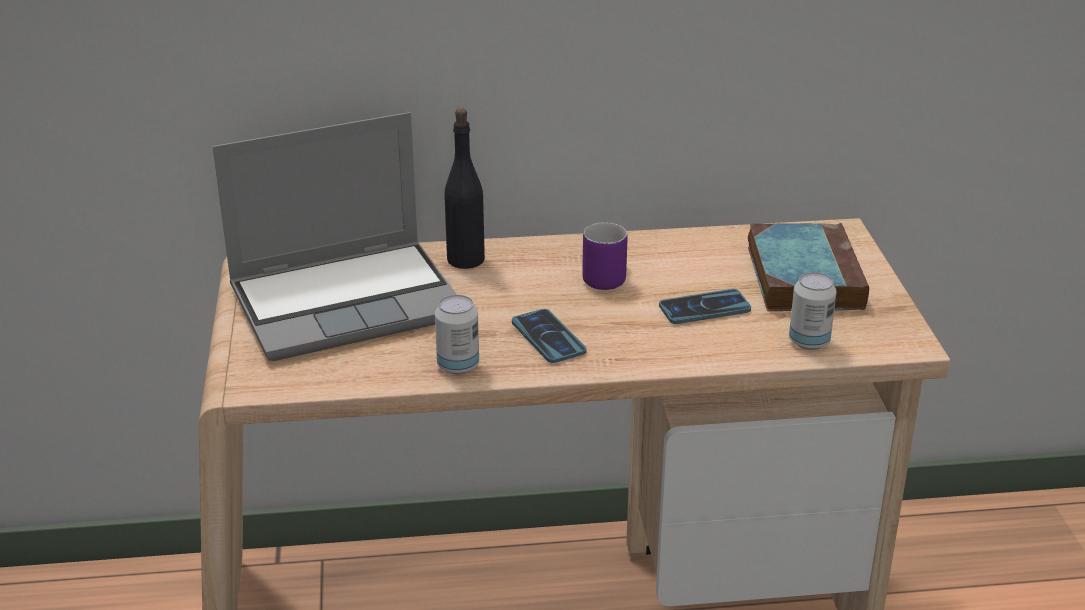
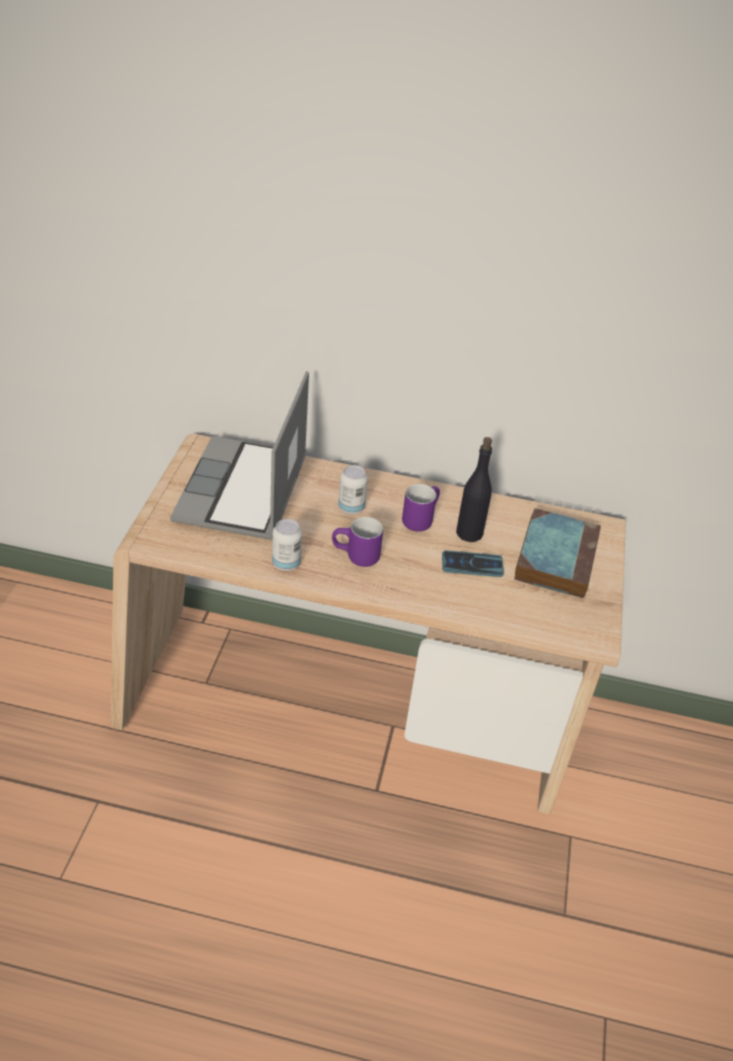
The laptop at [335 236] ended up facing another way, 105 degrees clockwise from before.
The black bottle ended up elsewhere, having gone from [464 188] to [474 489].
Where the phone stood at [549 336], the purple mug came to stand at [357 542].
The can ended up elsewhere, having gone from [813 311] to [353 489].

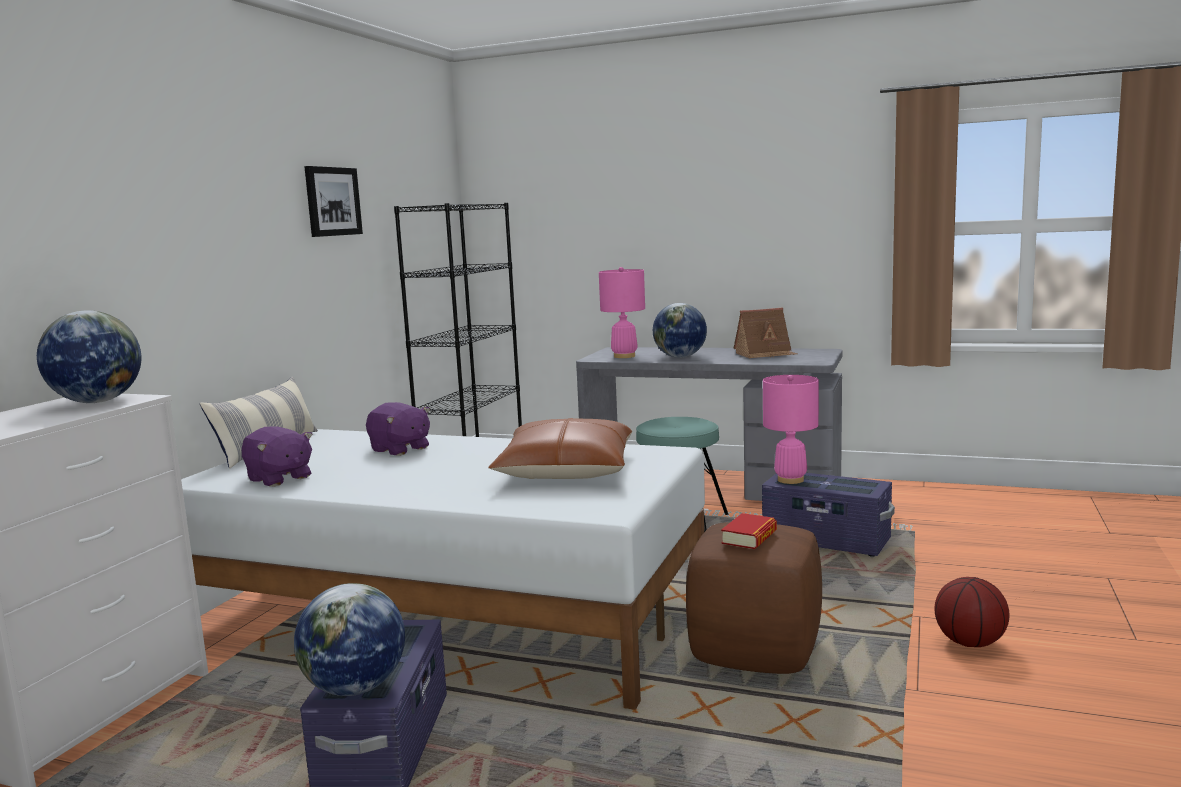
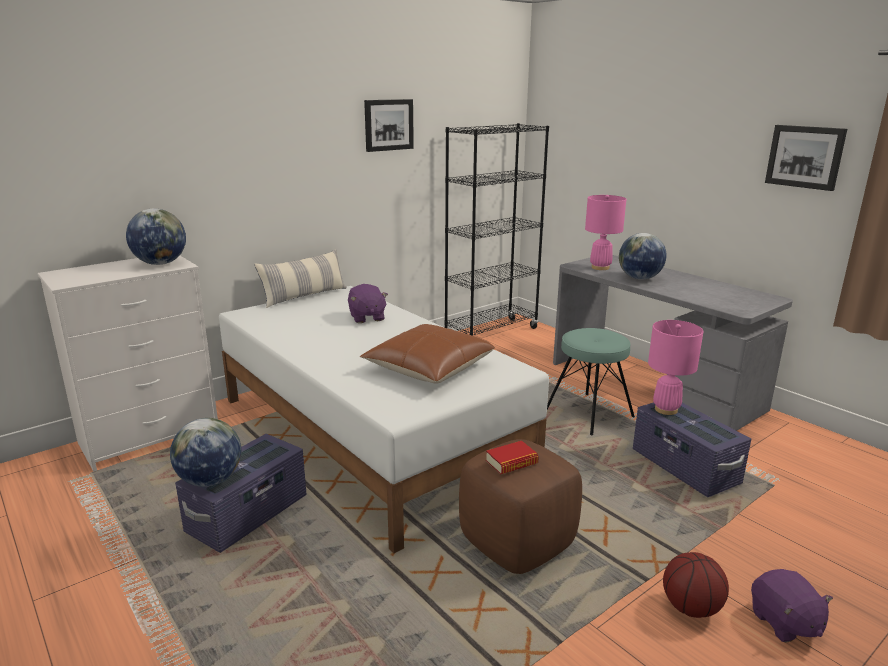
The purple plush toy ended up elsewhere, having gone from [277 456] to [792 606].
The second view lost the toy house at [766 333].
The second view gained the picture at [806 158].

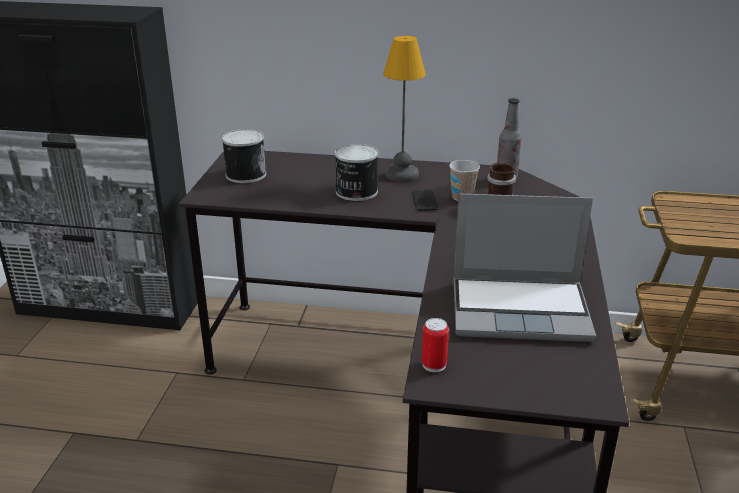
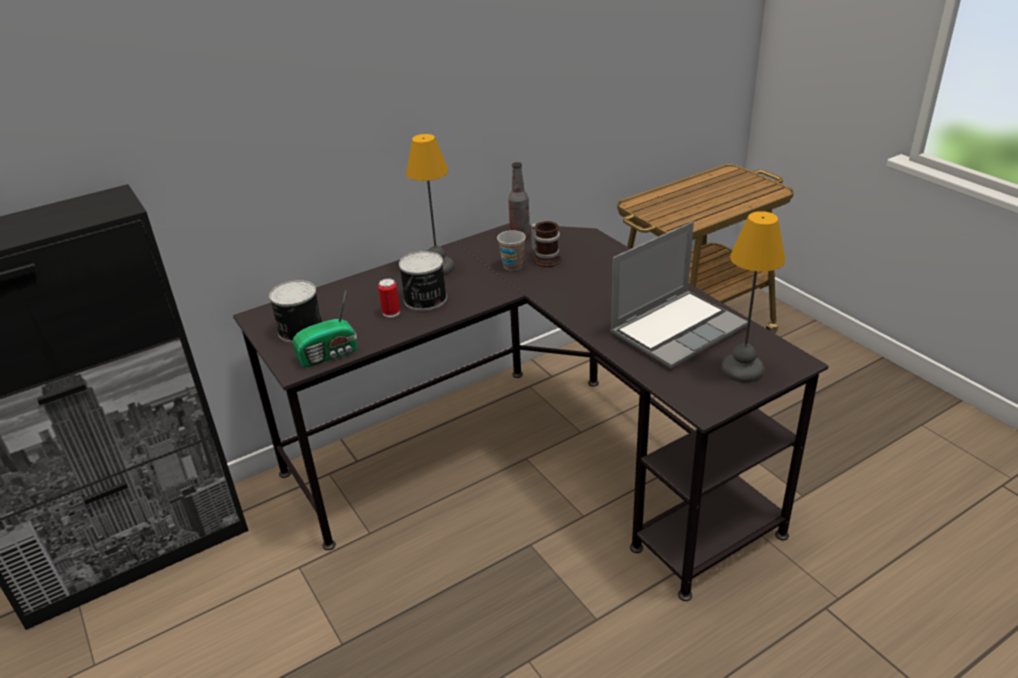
The second view lost the phone at [425 200].
The can ended up elsewhere, having gone from [435 345] to [389 297].
The second view gained the radio at [325 329].
The second view gained the table lamp at [753 297].

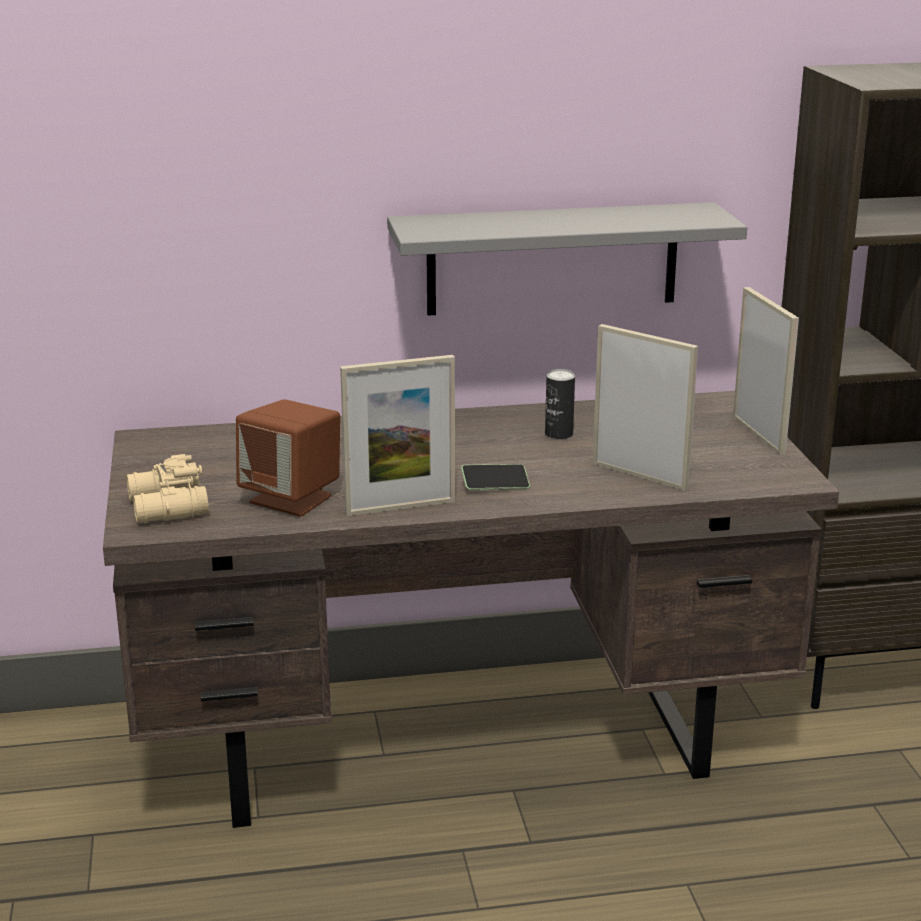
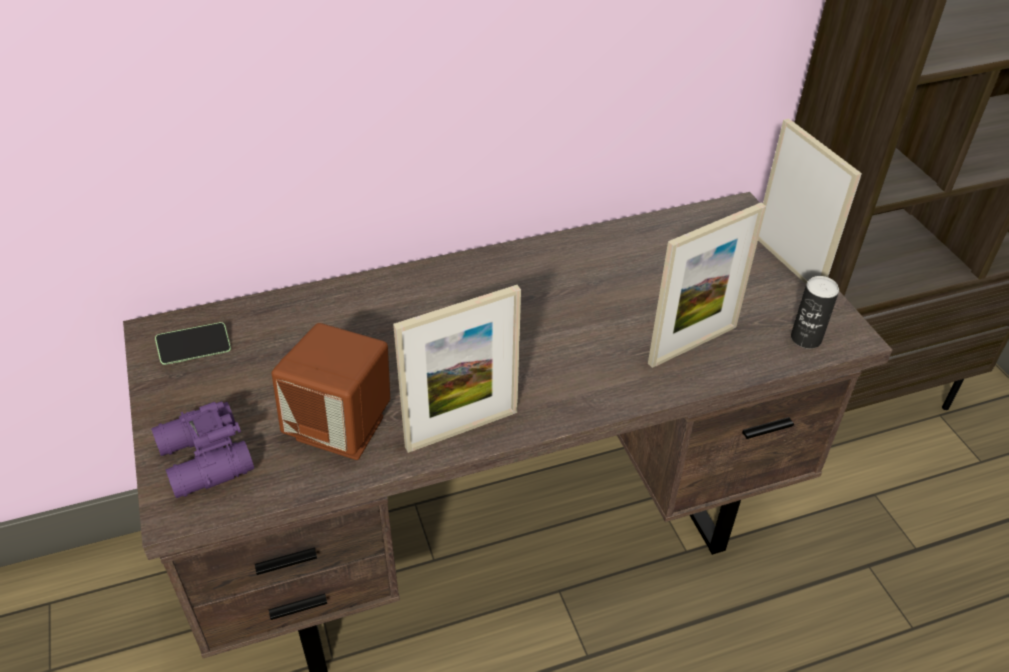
What was the beige binoculars at [167 488] turned into the purple binoculars at [202 449].
The second view lost the grey shelf at [567 259].
The phone ended up elsewhere, having gone from [495 477] to [193 343].
The can ended up elsewhere, having gone from [560 404] to [815 312].
The picture frame at [645 407] ended up facing another way, 120 degrees clockwise from before.

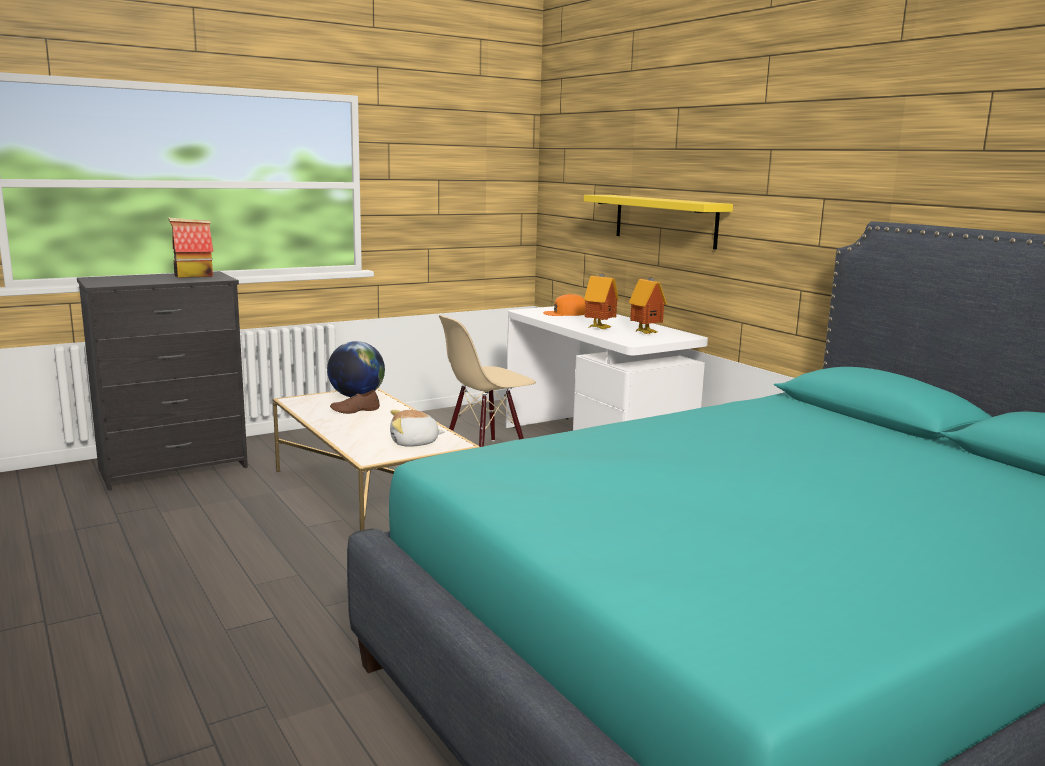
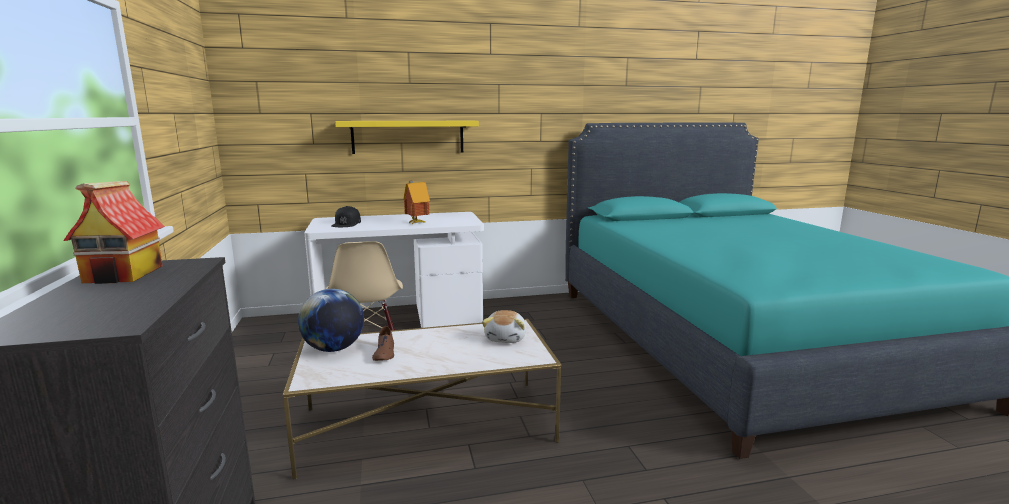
What was the orange cap at [564 305] turned into the black cap at [346 216].
The second view lost the toy house at [648 305].

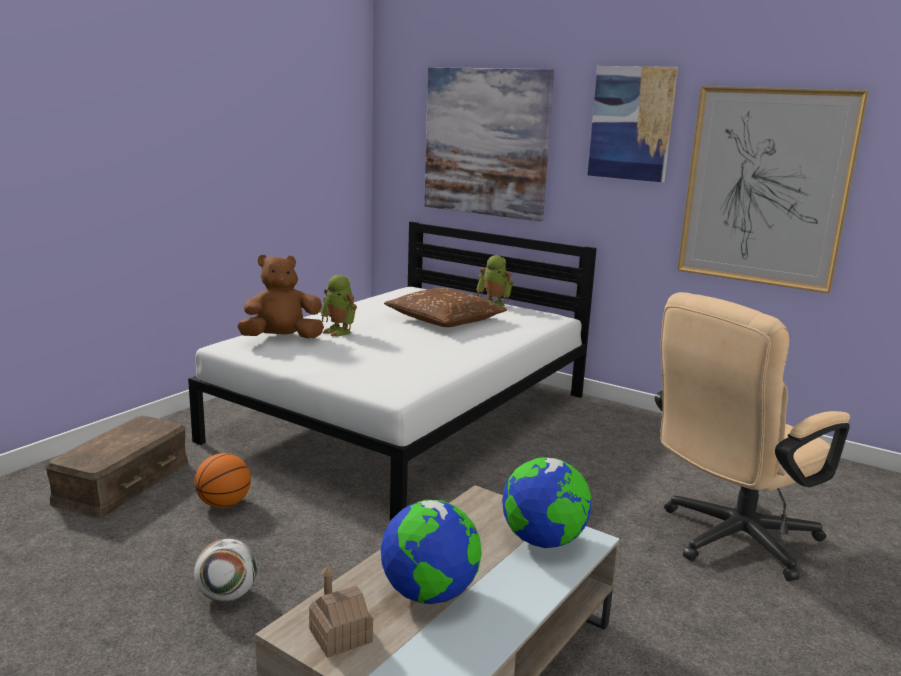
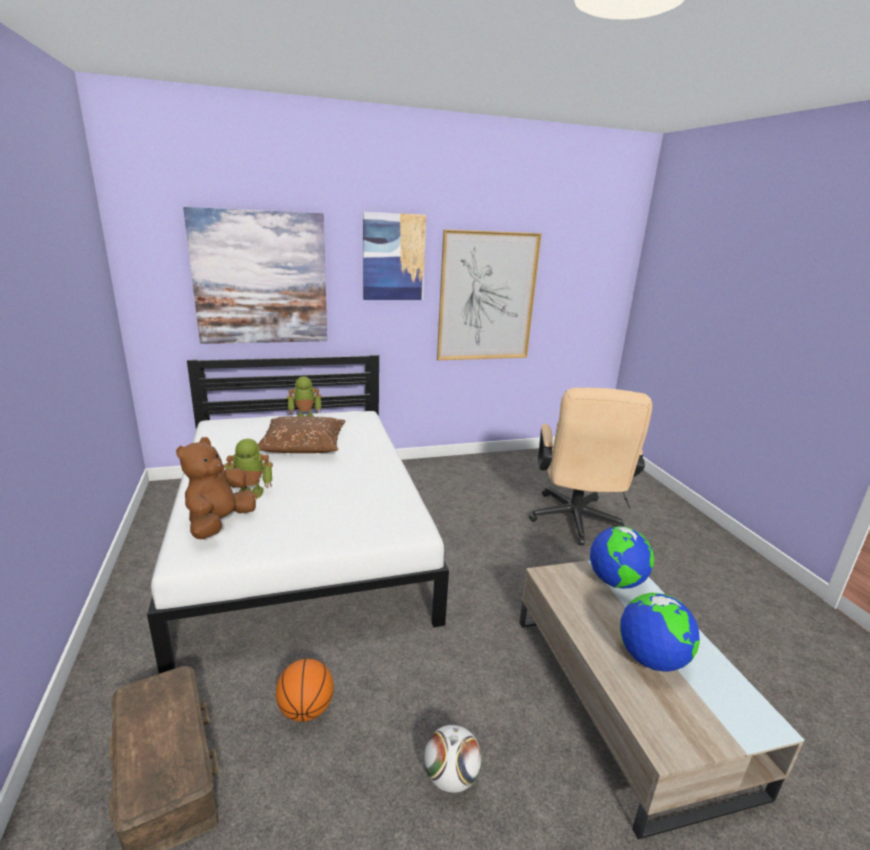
The second view lost the toy house at [341 612].

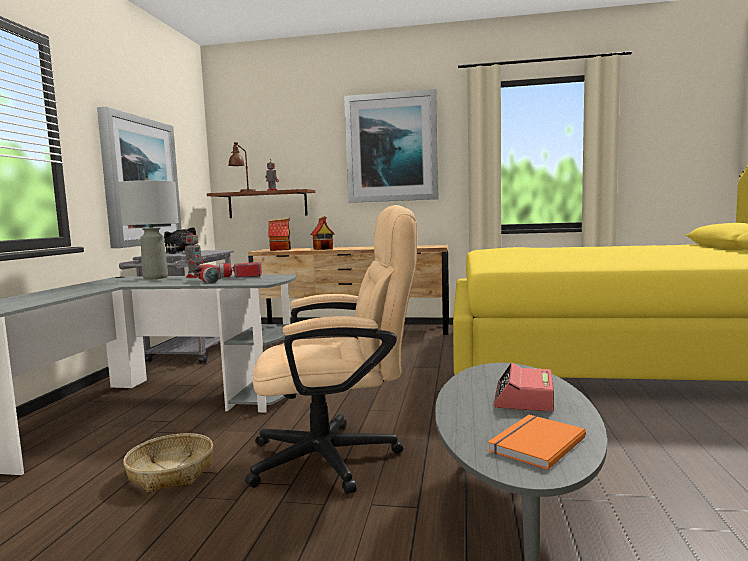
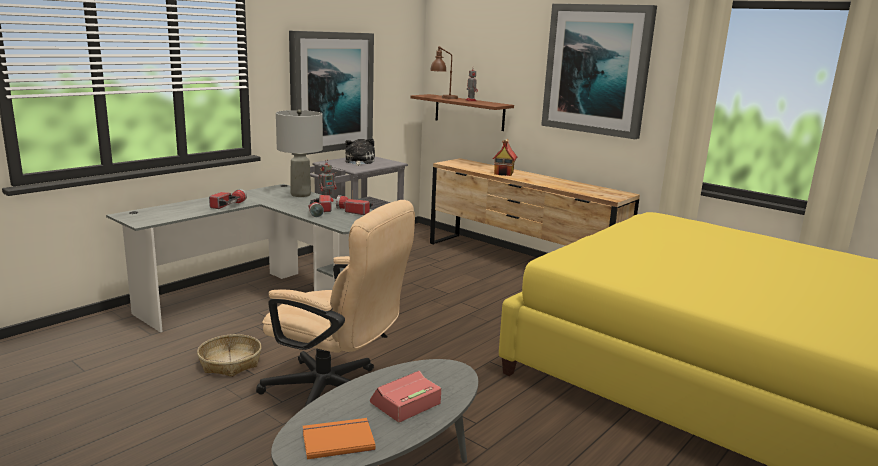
The second view lost the toy house at [279 234].
The second view gained the flashlight at [228 199].

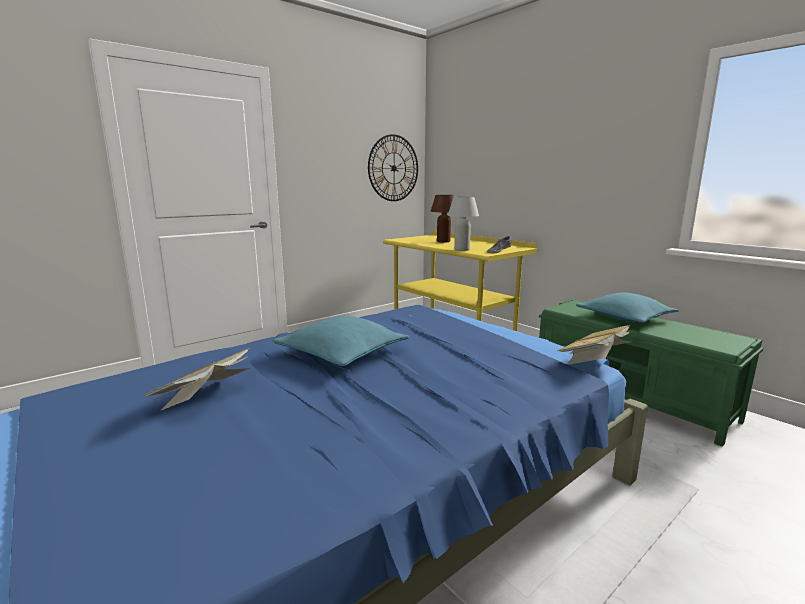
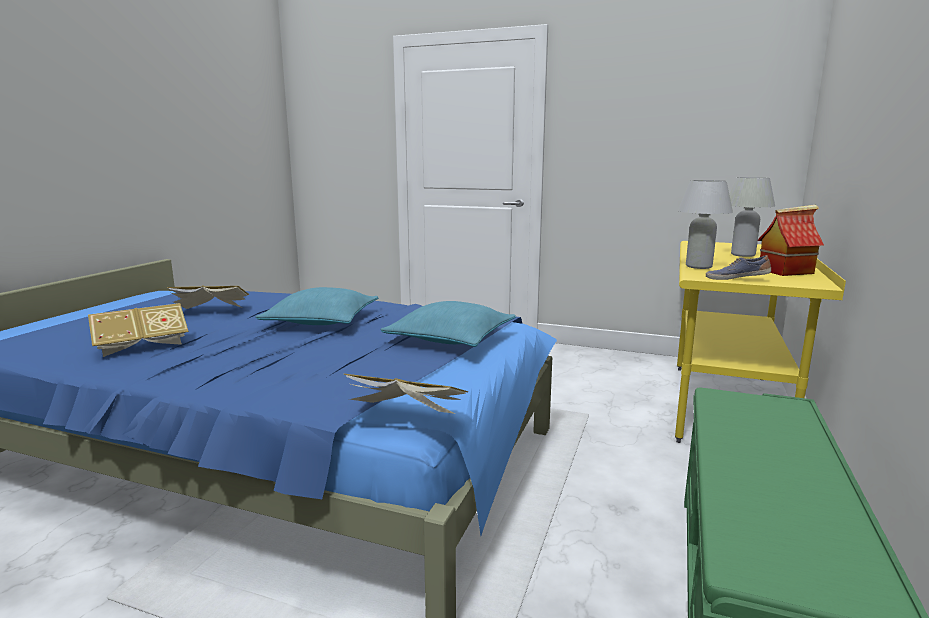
The second view lost the wall clock at [393 167].
What was the brown table lamp at [442 219] turned into the white table lamp at [752 217].
The turquoise pillow ended up elsewhere, having gone from [627 308] to [448 324].
The second view gained the book at [138 330].
The second view gained the toy house at [790 240].

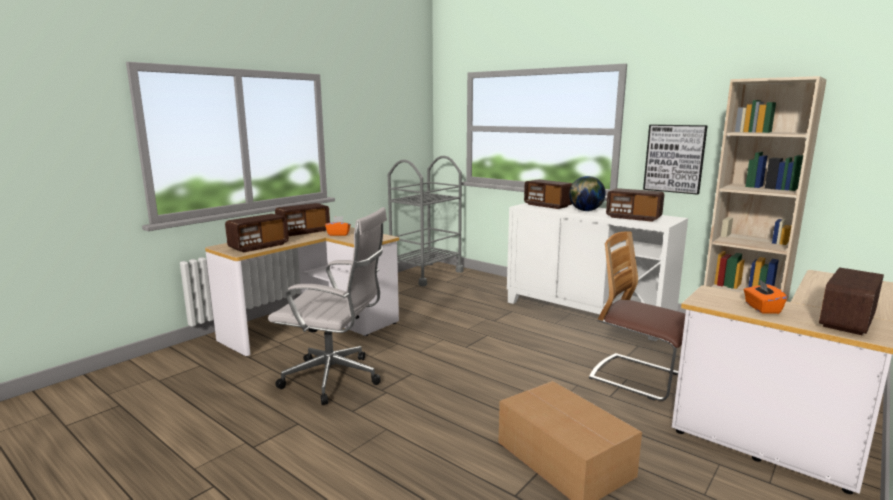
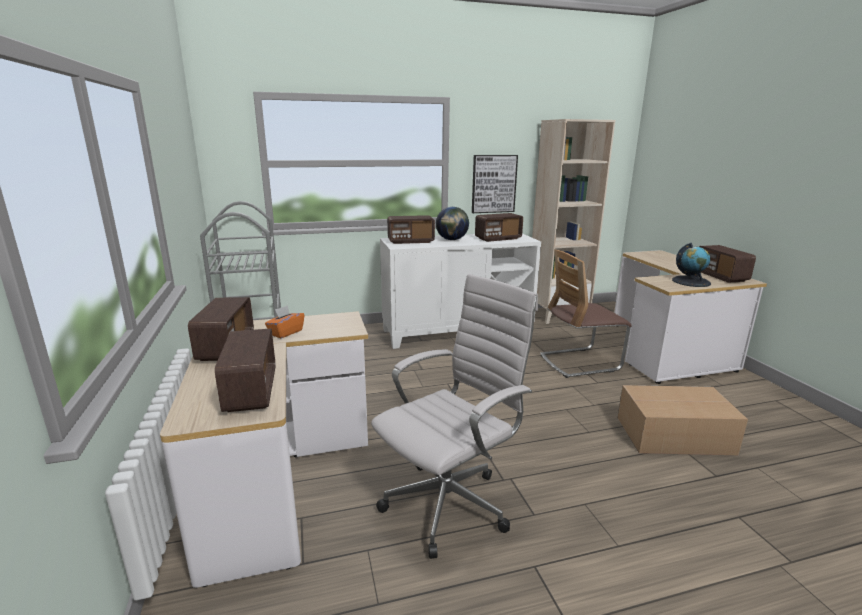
Where the orange tissue box stood at [765 296], the globe came to stand at [691 265].

